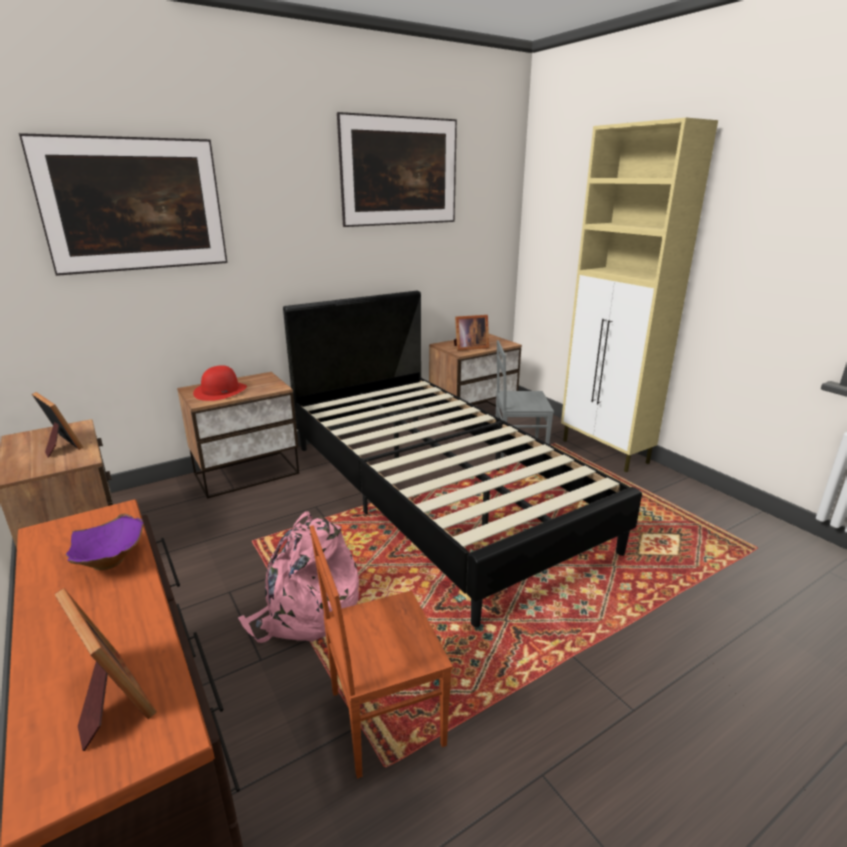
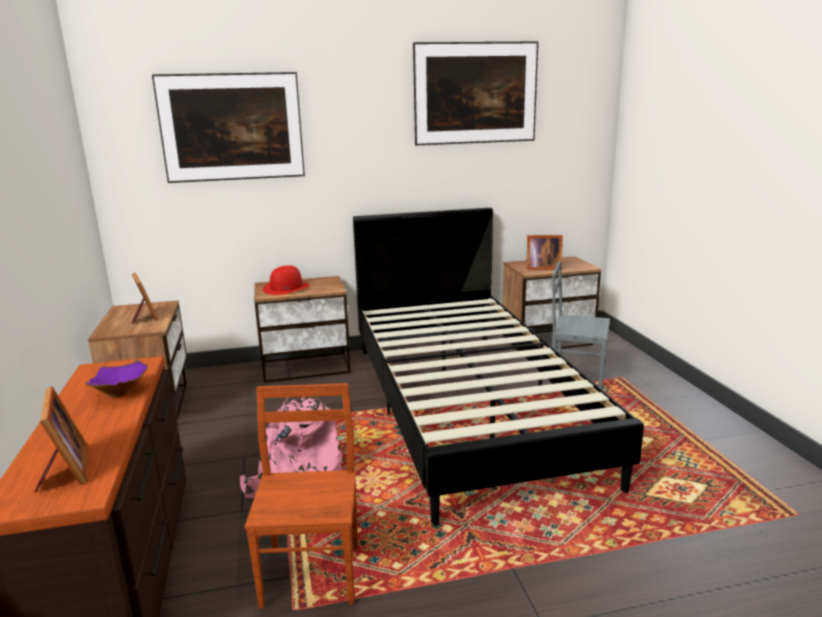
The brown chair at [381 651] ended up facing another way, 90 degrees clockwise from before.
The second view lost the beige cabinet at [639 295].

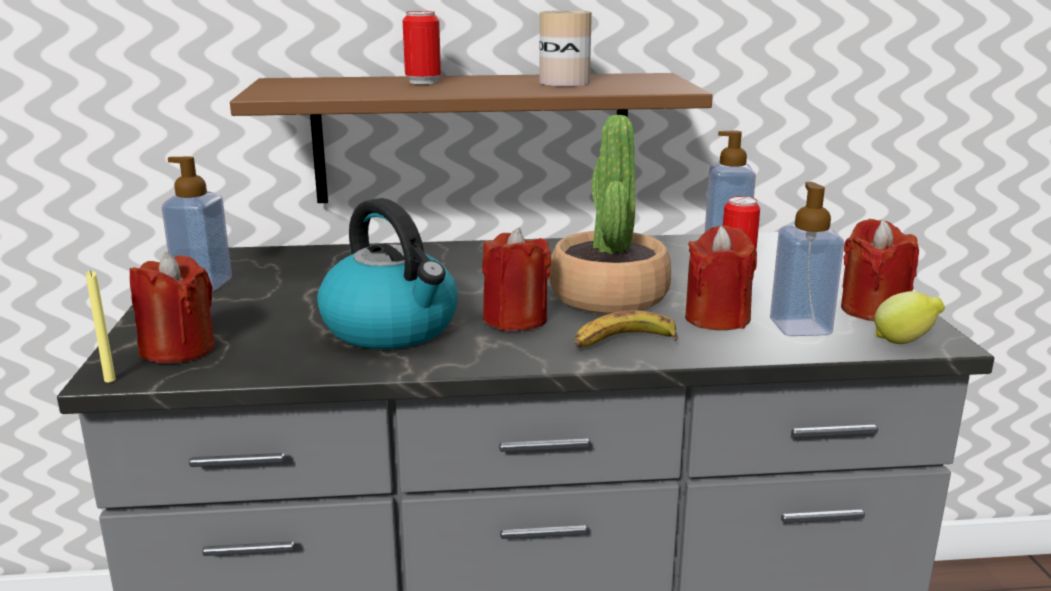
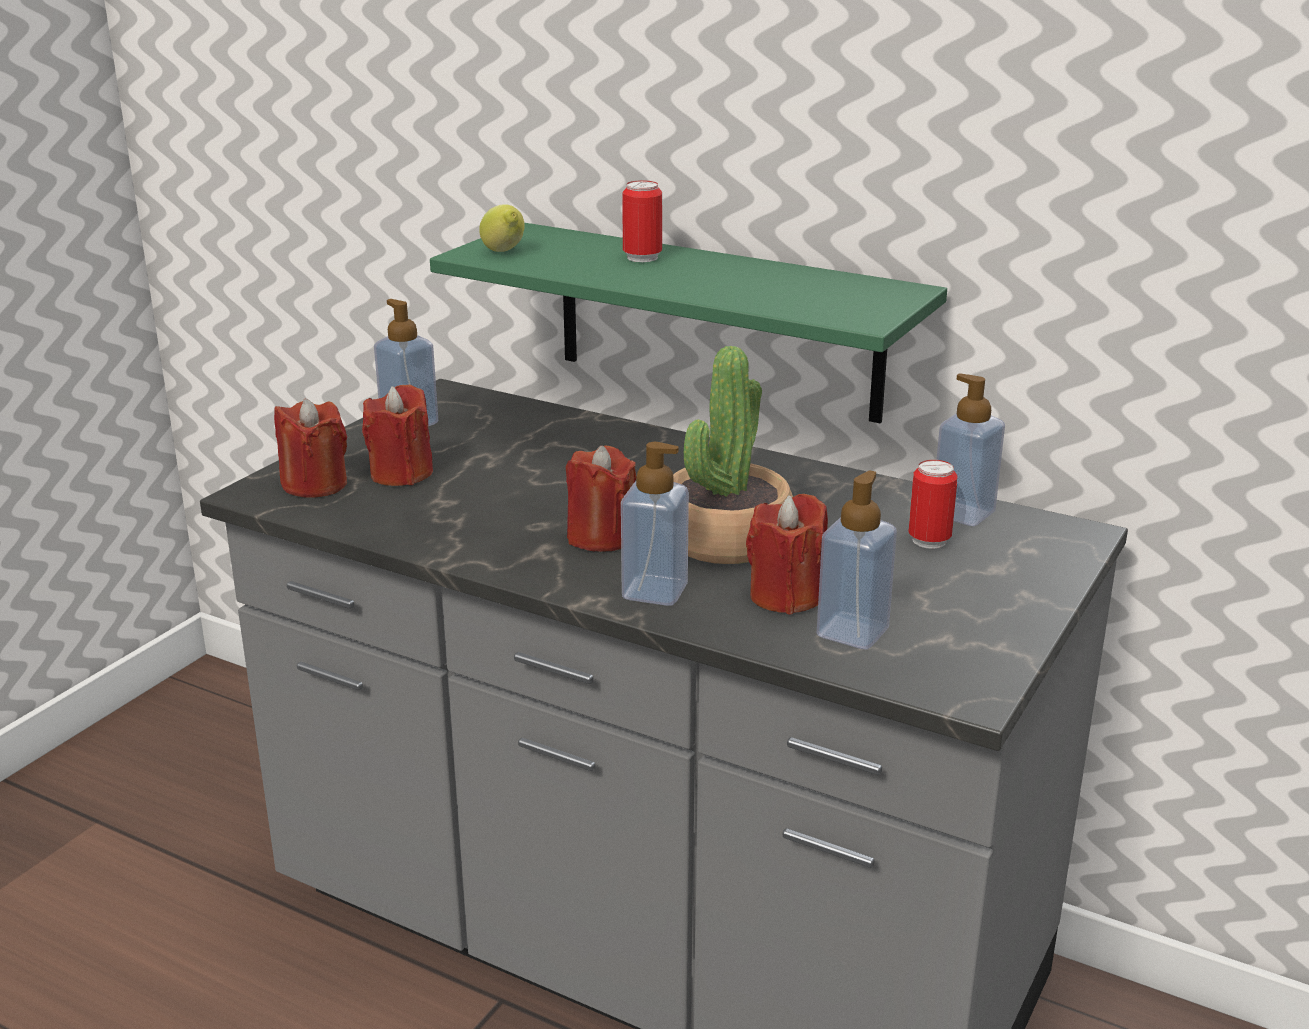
The second view lost the yellow candle at [101 326].
What was the brown shelf at [471 138] turned into the green shelf at [688 323].
The second view lost the kettle at [387 273].
The second view lost the can at [565 48].
Where the banana stood at [626 329], the soap dispenser came to stand at [655 524].
The red candle ended up elsewhere, having gone from [880 270] to [397 435].
The lemon ended up elsewhere, having gone from [909 317] to [502 228].

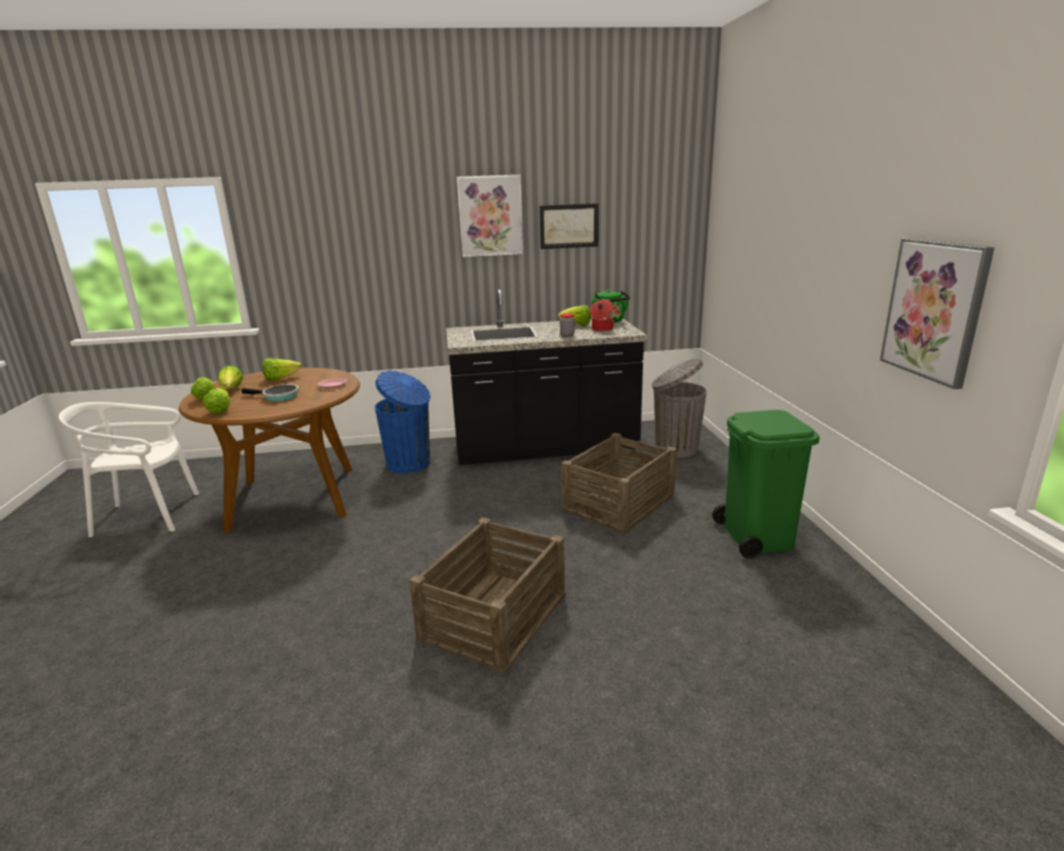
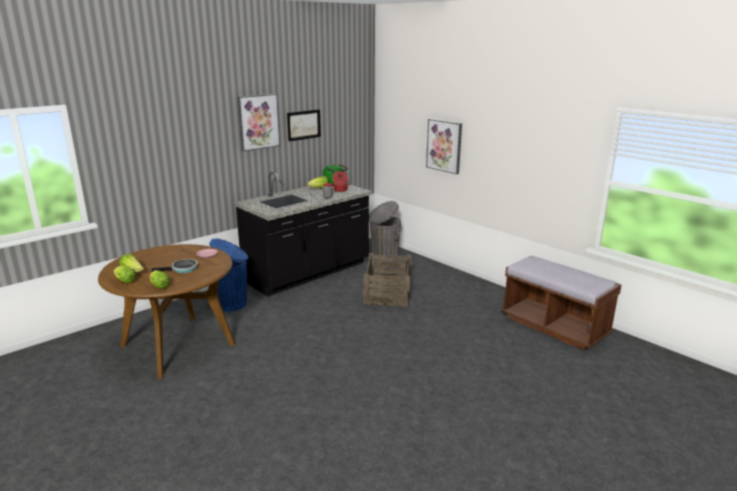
The second view lost the white chair at [129 469].
The second view lost the lettuce at [282 369].
The second view lost the crate at [487 595].
The second view lost the green trash can at [766 484].
The picture ended up elsewhere, having gone from [937 313] to [444 146].
The second view gained the brown bench at [561 303].

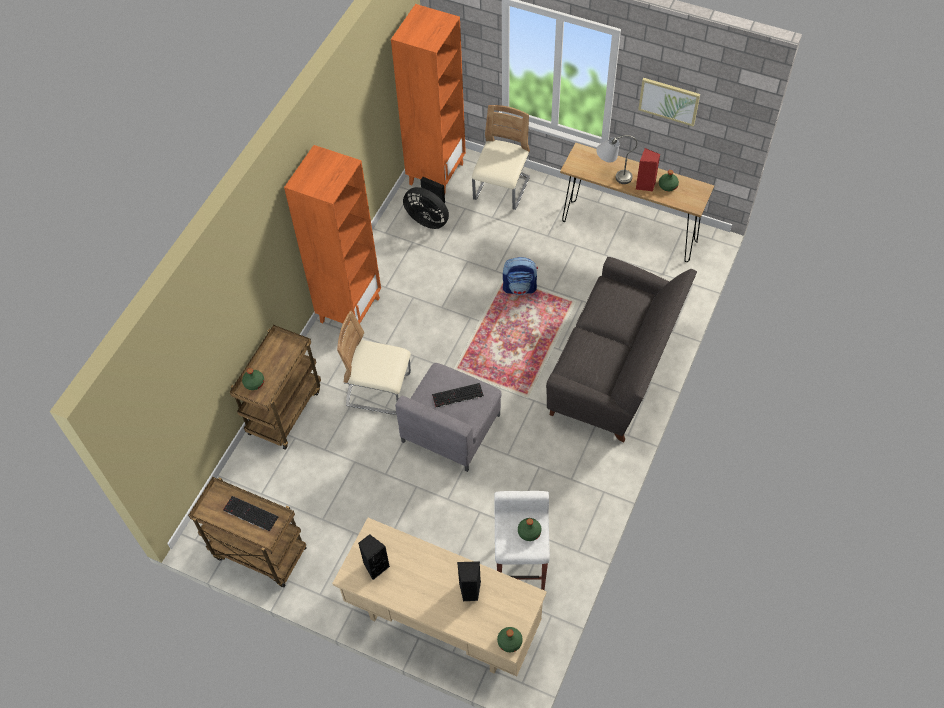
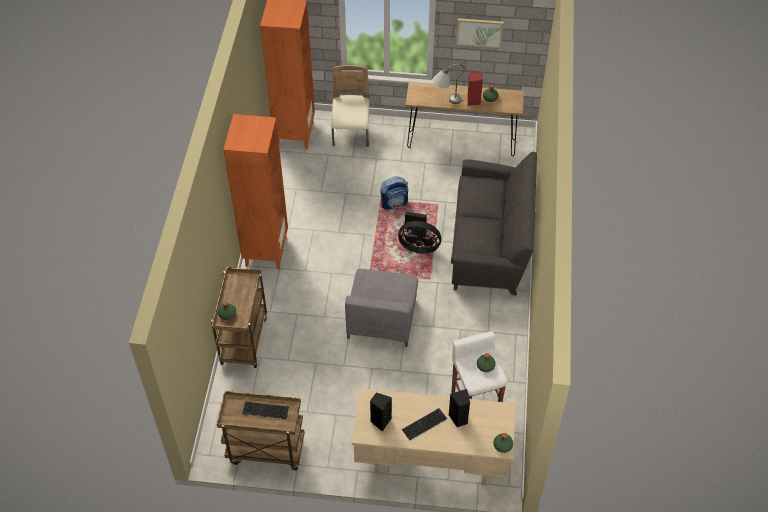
The second view lost the beige chair at [374 363].
The black fan ended up elsewhere, having gone from [426 203] to [419 233].
The keyboard ended up elsewhere, having gone from [458 395] to [424 424].

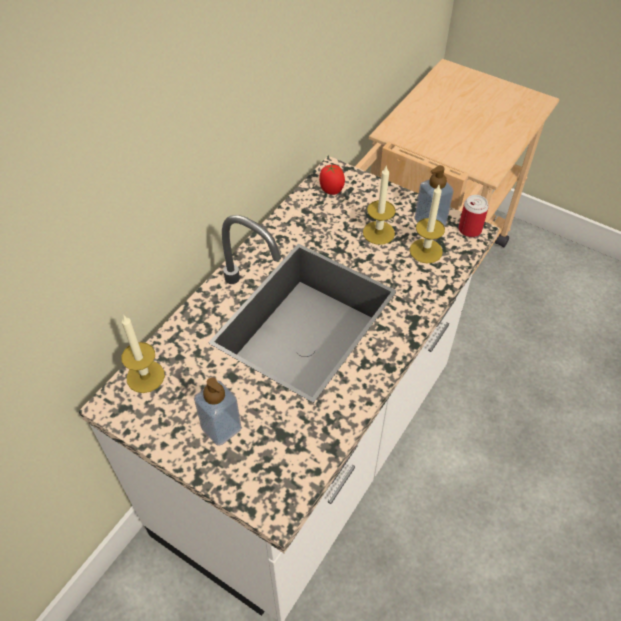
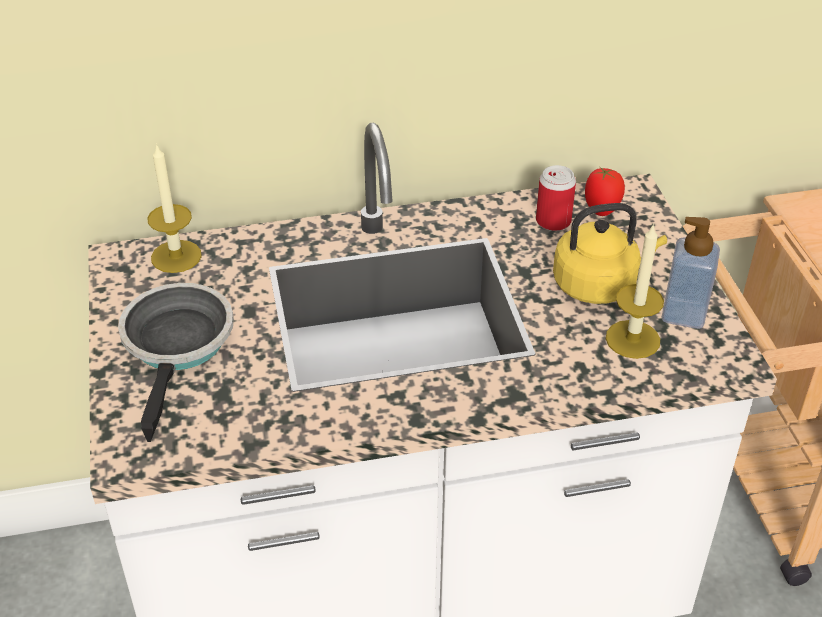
Where the soap dispenser stood at [218 411], the frying pan came to stand at [176 362].
Where the candle stood at [379 205], the yellow kettle came to stand at [610 253].
The can ended up elsewhere, having gone from [473 216] to [556 198].

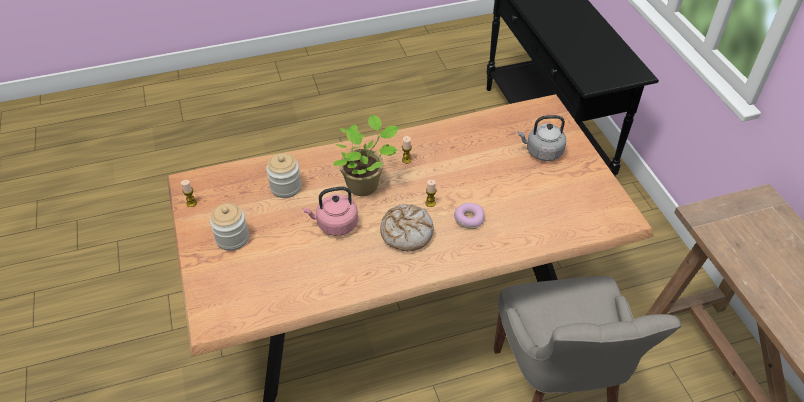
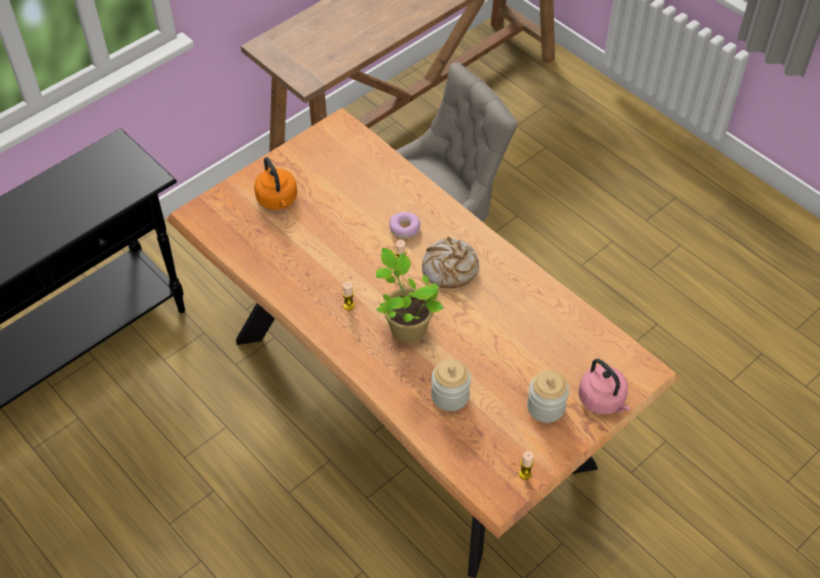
The pink kettle ended up elsewhere, having gone from [330 211] to [605 387].
What was the grey kettle at [542 138] turned into the orange kettle at [275 183].

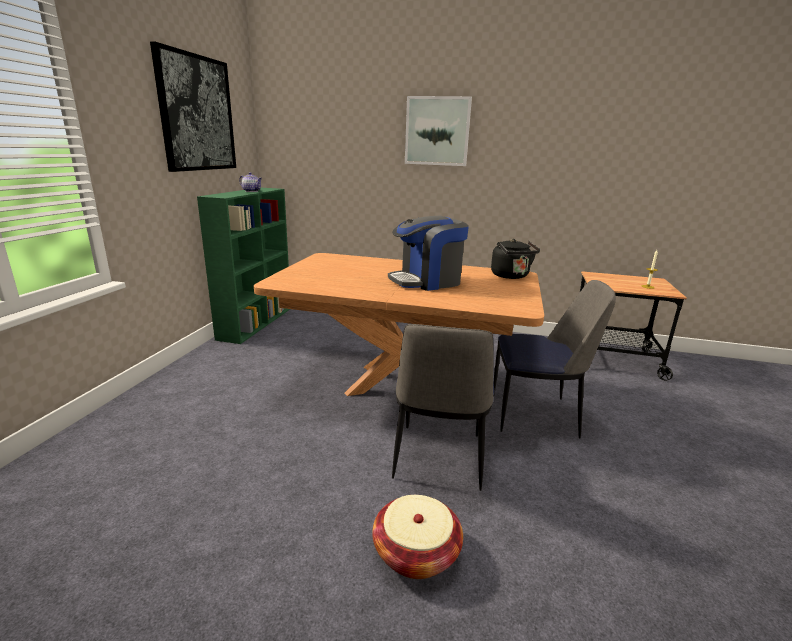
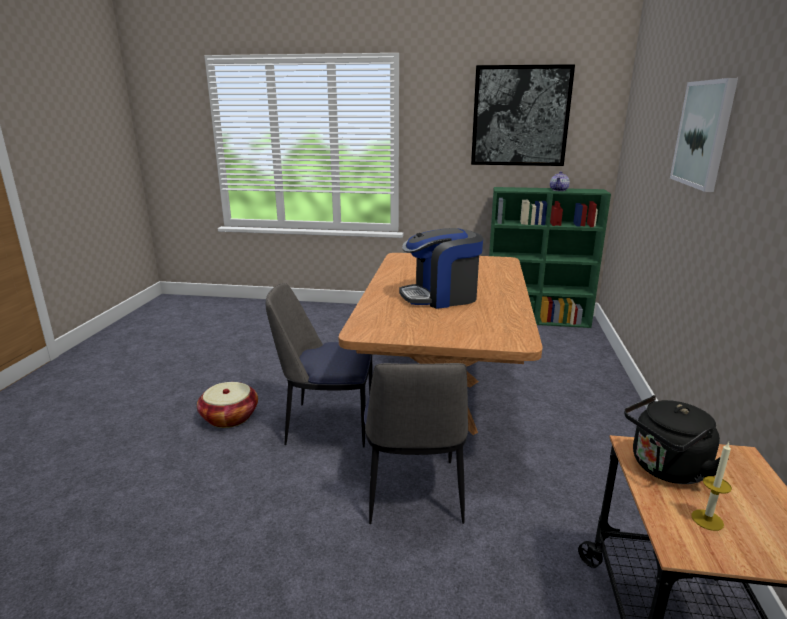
The coffee machine at [428 253] ended up facing another way, 75 degrees counterclockwise from before.
The black kettle ended up elsewhere, having gone from [515 259] to [676 439].

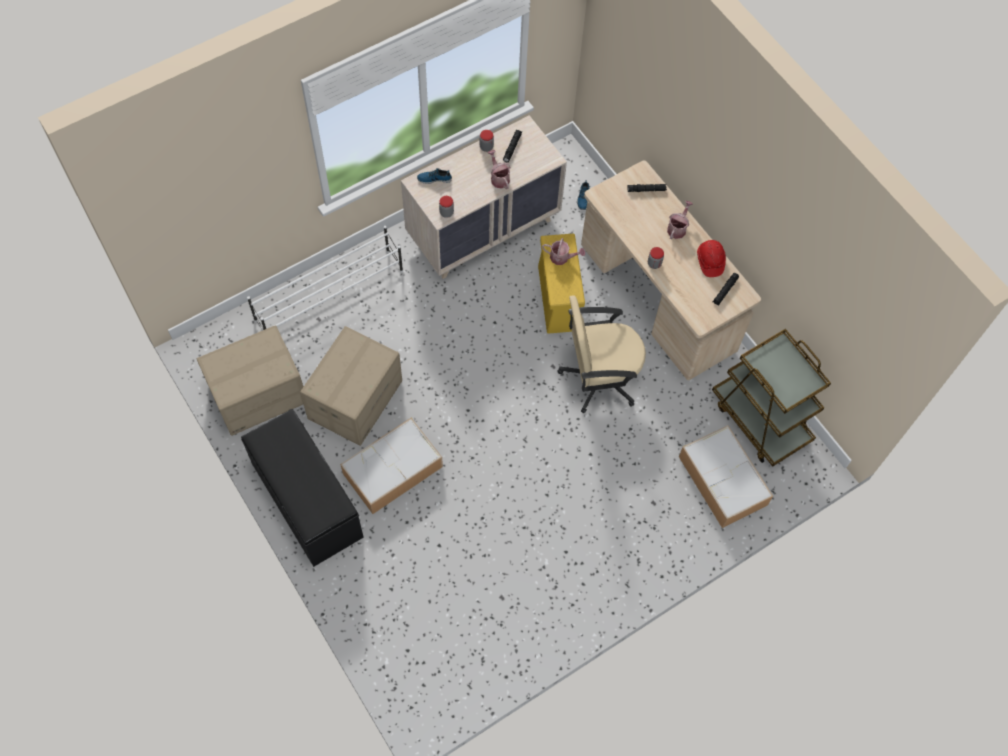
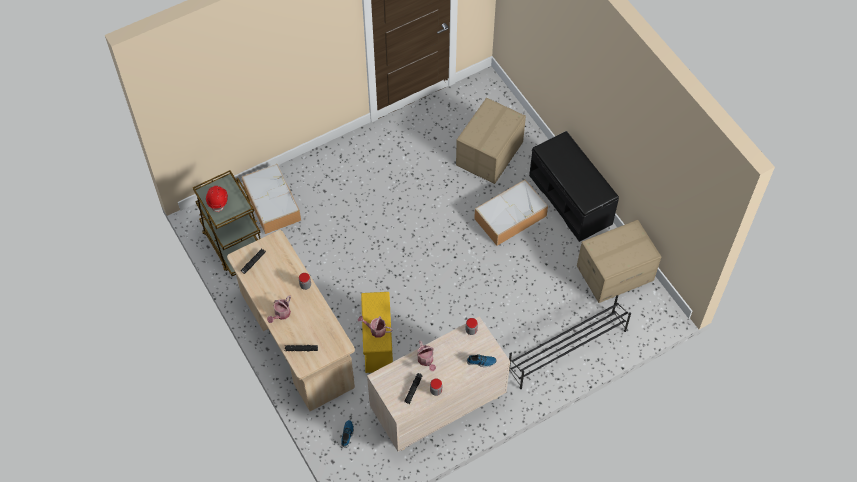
What was the white shoe rack at [325 278] turned into the black shoe rack at [570 342].
The cardboard box ended up elsewhere, having gone from [351 386] to [491 141].
The second view lost the beige office chair at [601 354].
The red hard hat ended up elsewhere, having gone from [711 258] to [217 199].

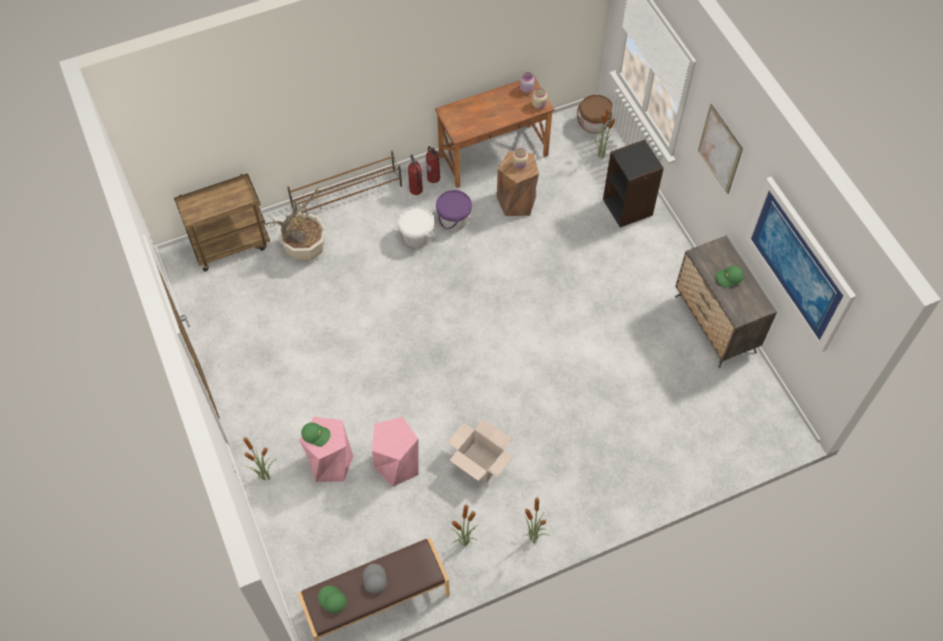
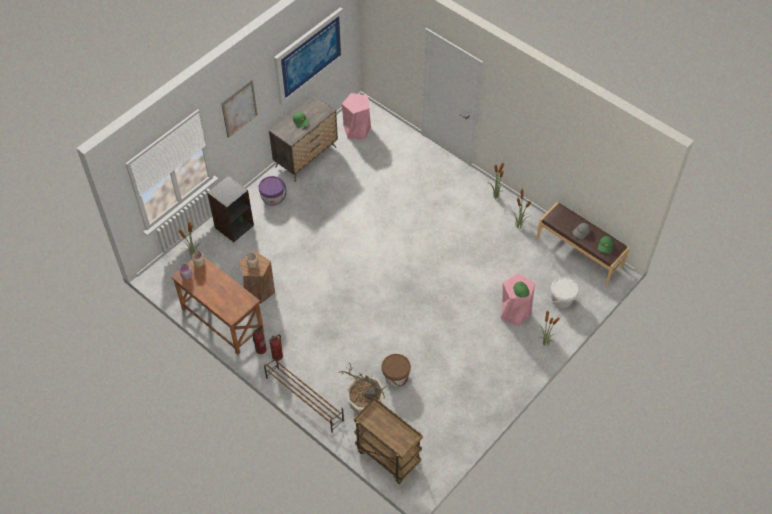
The pink stool ended up elsewhere, having gone from [395 451] to [356 116].
The white bucket ended up elsewhere, having gone from [416 227] to [564 292].
The purple bucket ended up elsewhere, having gone from [454 210] to [272 191].
The second view lost the cardboard box at [481 450].
The brown bucket ended up elsewhere, having gone from [595 114] to [396 370].

